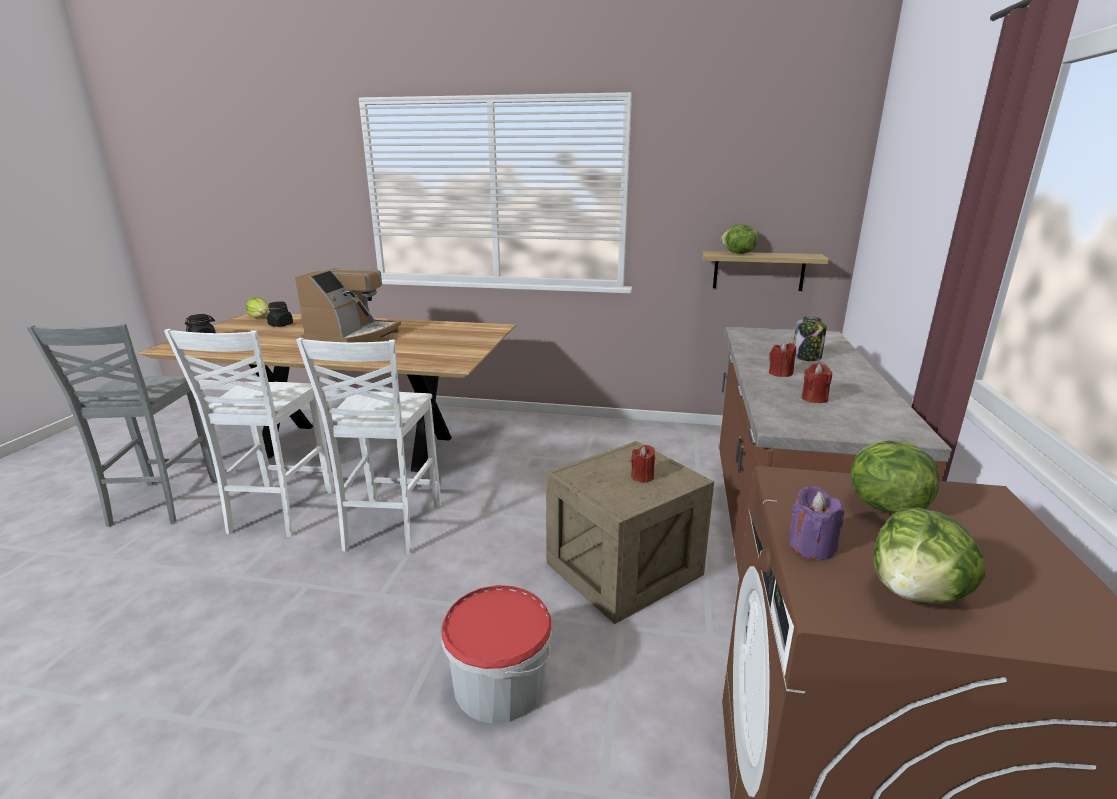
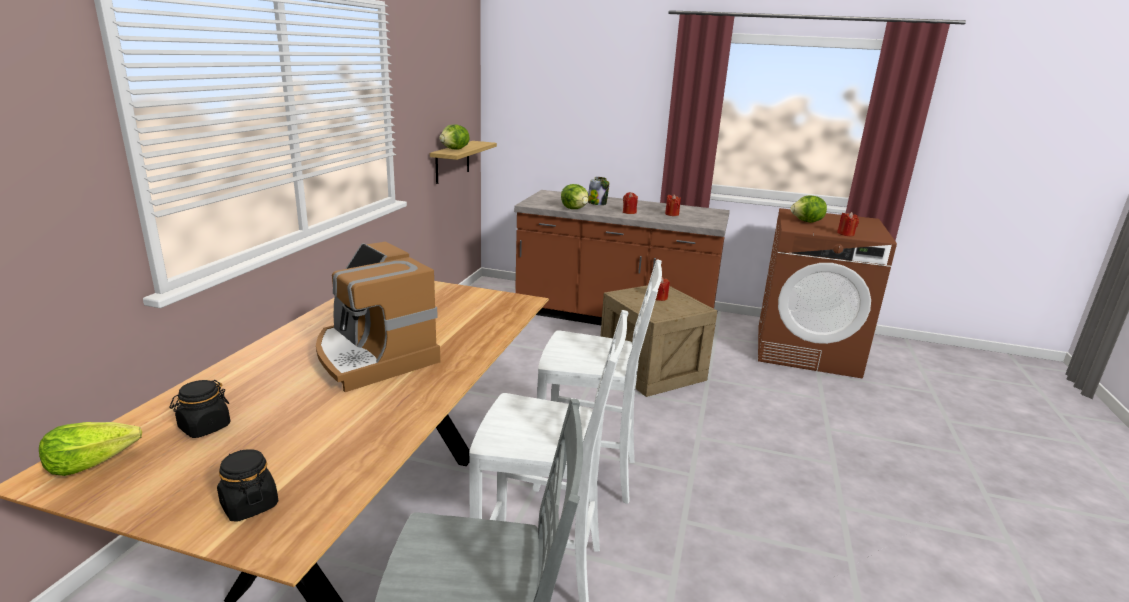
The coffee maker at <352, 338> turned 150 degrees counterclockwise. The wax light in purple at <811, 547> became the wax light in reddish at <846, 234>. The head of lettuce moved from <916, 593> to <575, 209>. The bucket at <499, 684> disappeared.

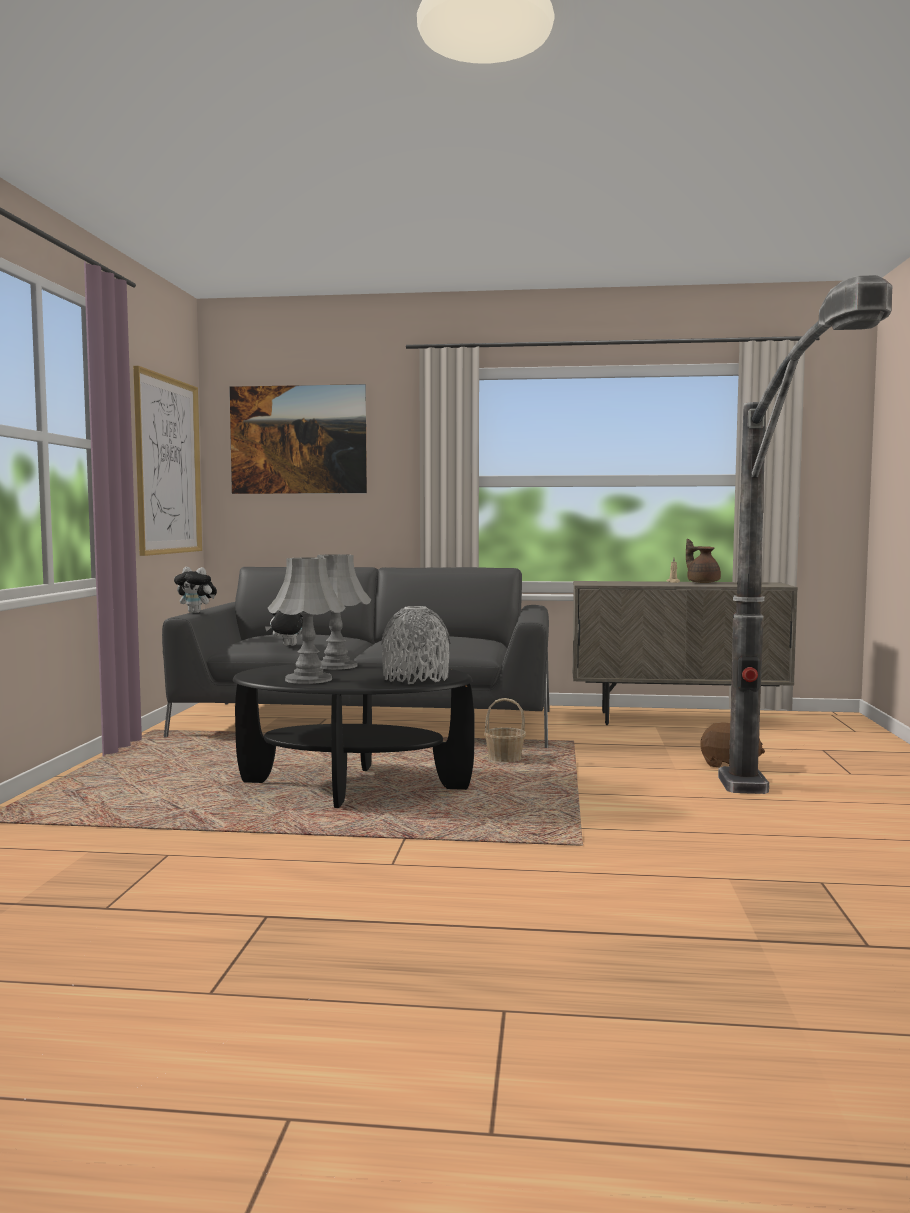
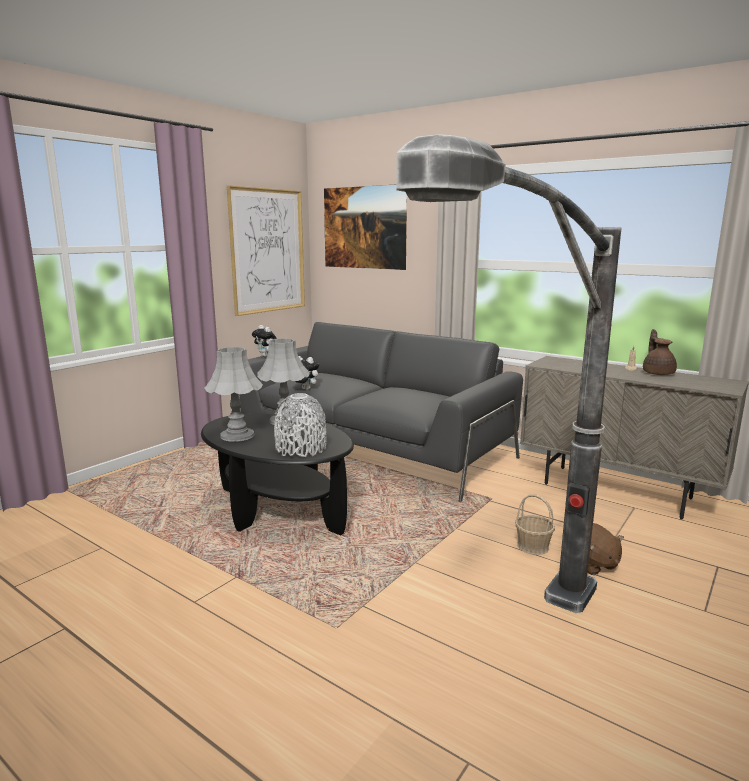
The basket moved from <504, 759> to <533, 546>.

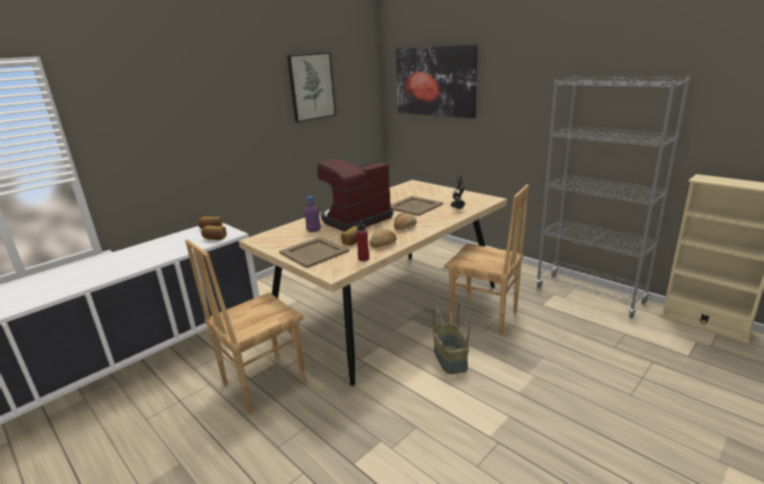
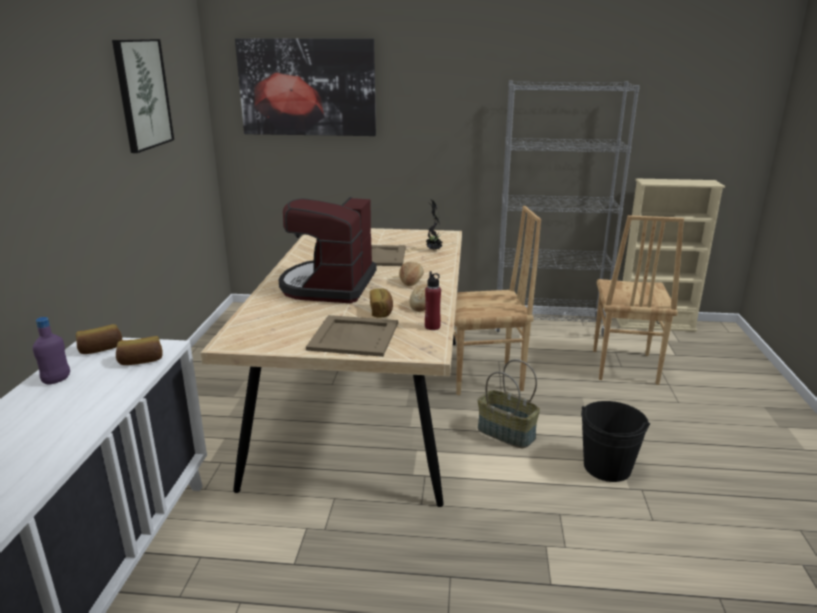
The beverage bottle in purple moved from <313, 230> to <57, 380>. The upright chair in brownish moved from <263, 382> to <623, 367>. The bucket in black-coloured at <607, 467> appeared.

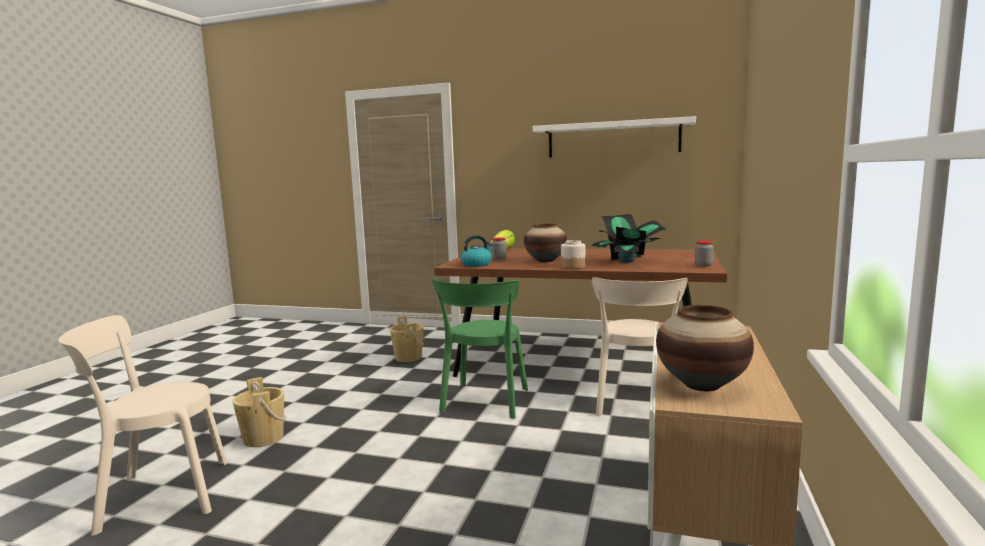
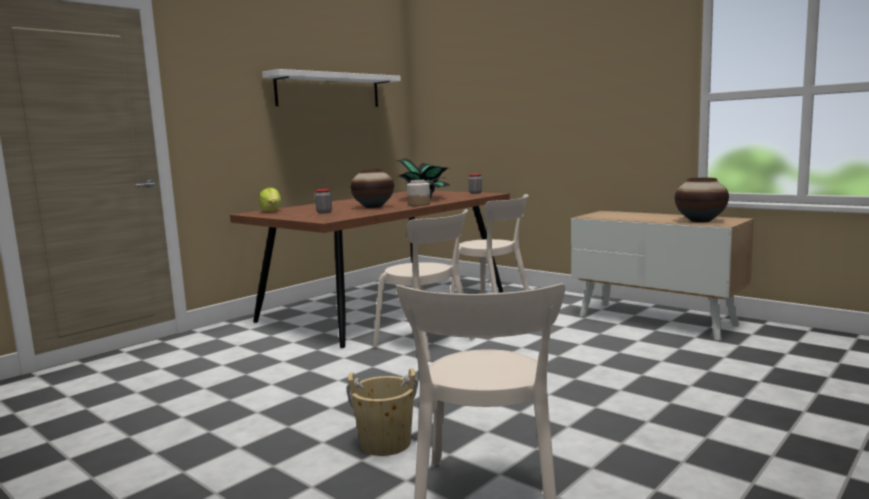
The water kettle at <477, 264> disappeared. The upright chair in greenish at <484, 403> became the upright chair in sand-coloured at <428, 344>. The bucket in sand-coloured at <408, 357> disappeared.

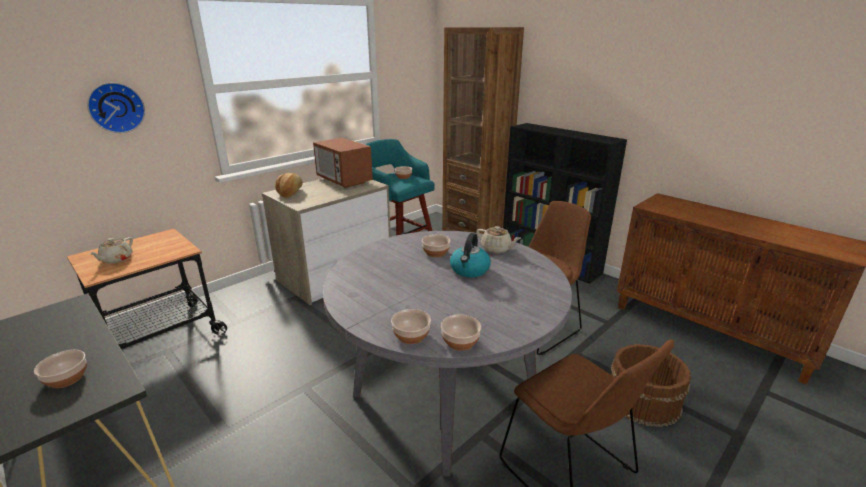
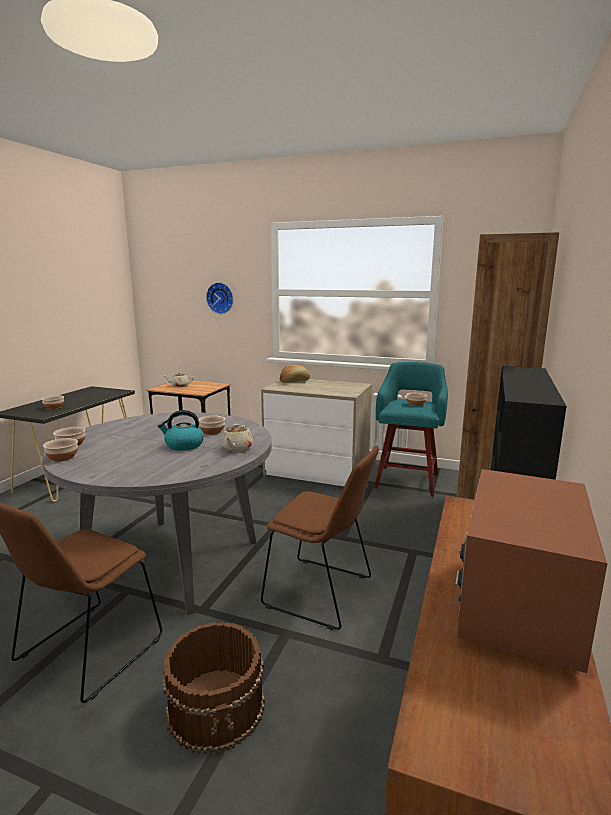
The microwave moved from <344, 180> to <517, 609>.

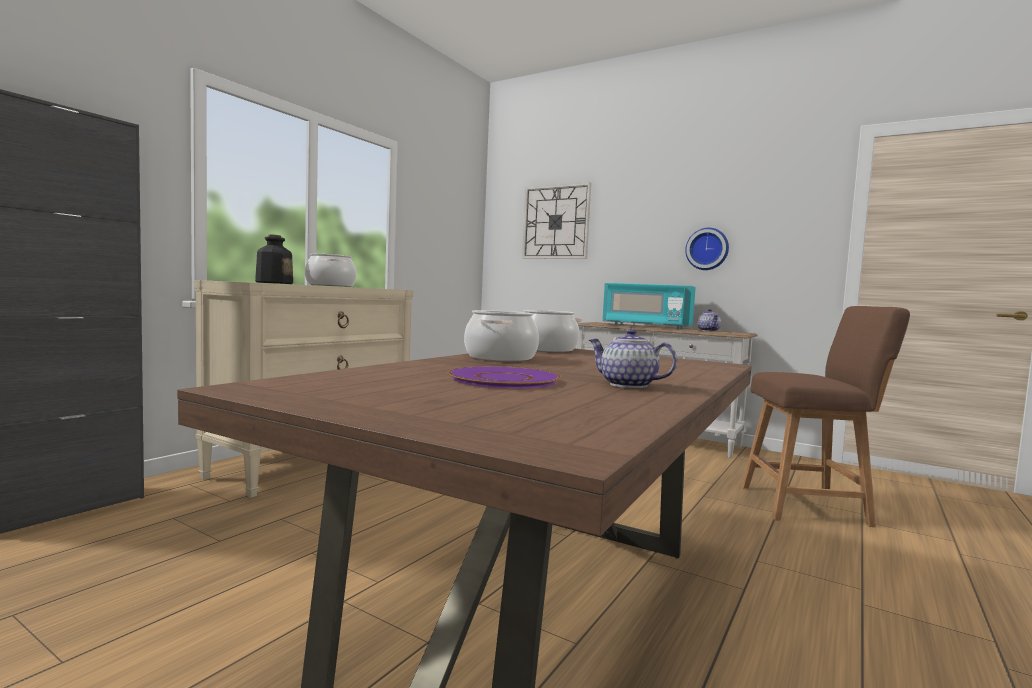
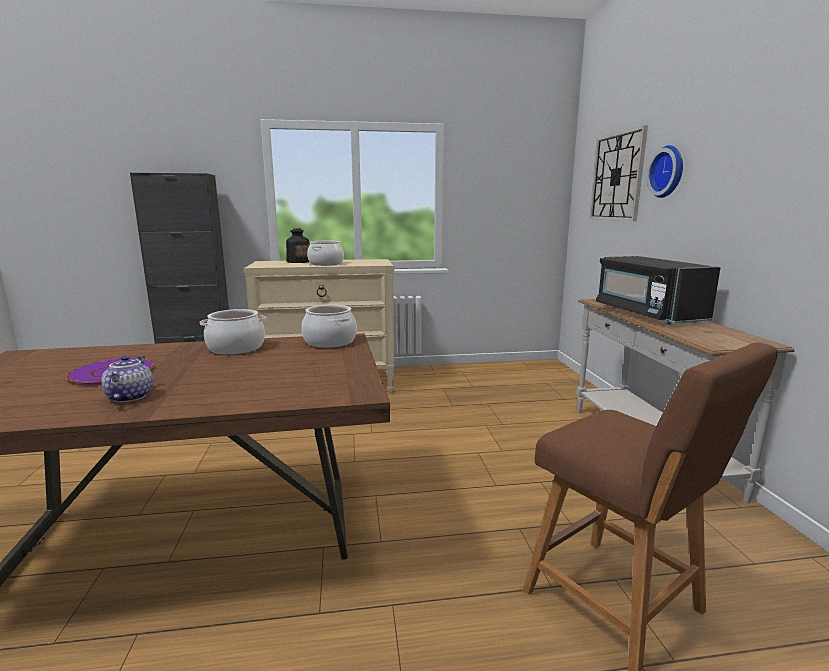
The hanging clock moved from <707, 249> to <668, 172>. The microwave in blue-green at <646, 326> became the microwave in black-coloured at <646, 314>. The pot for tea at <709, 331> disappeared.

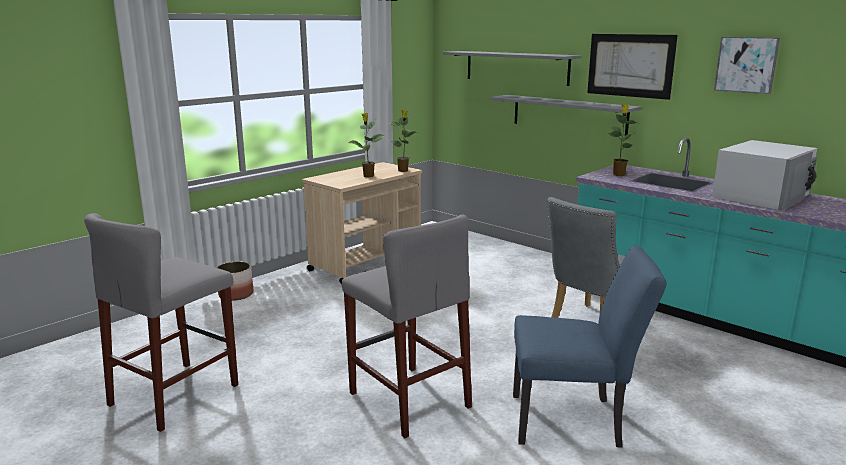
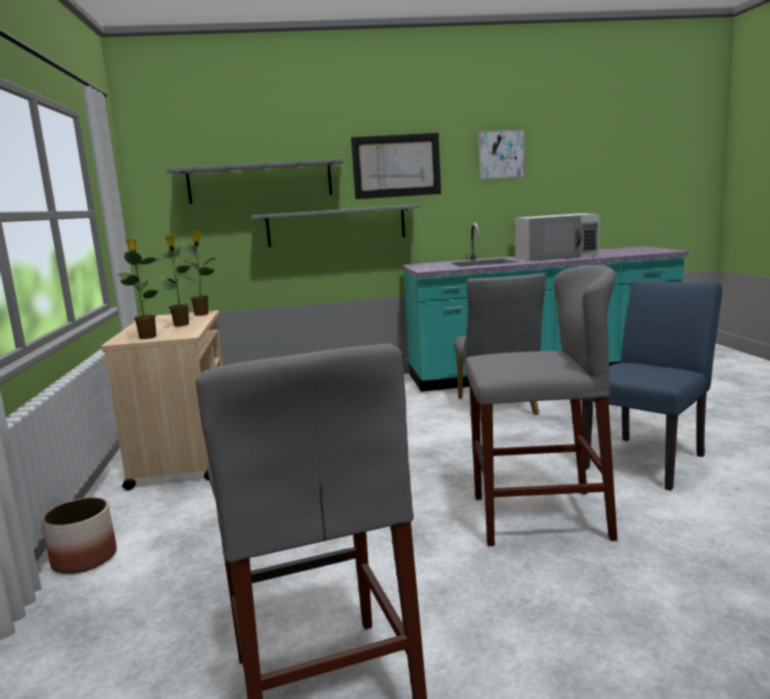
The houseplant moved from <618, 174> to <147, 337>. The microwave in white at <762, 195> turned 90 degrees clockwise.

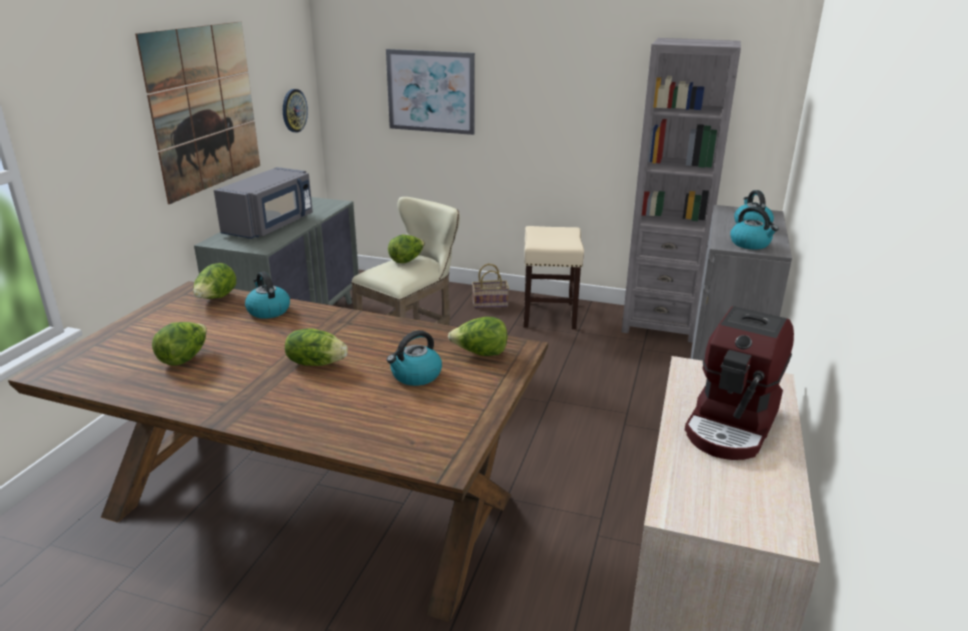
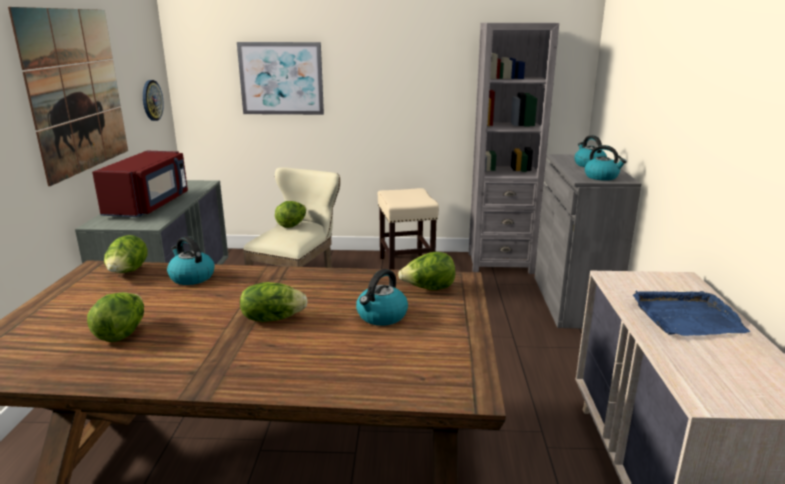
The microwave in greyish at <271, 225> became the microwave in reddish at <149, 205>. The basket at <491, 303> disappeared. The coffee maker at <733, 424> was replaced by the tray in blue-coloured at <686, 317>.

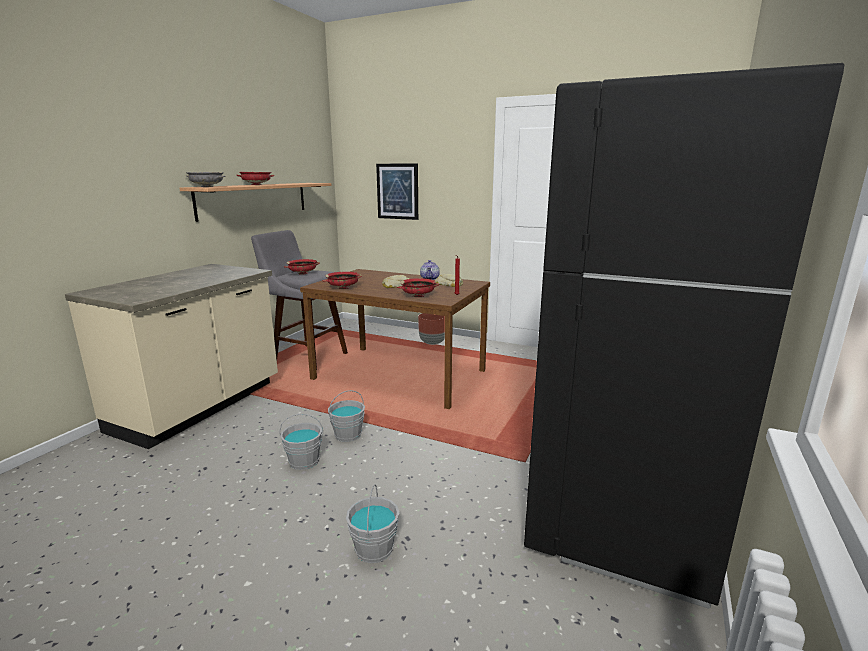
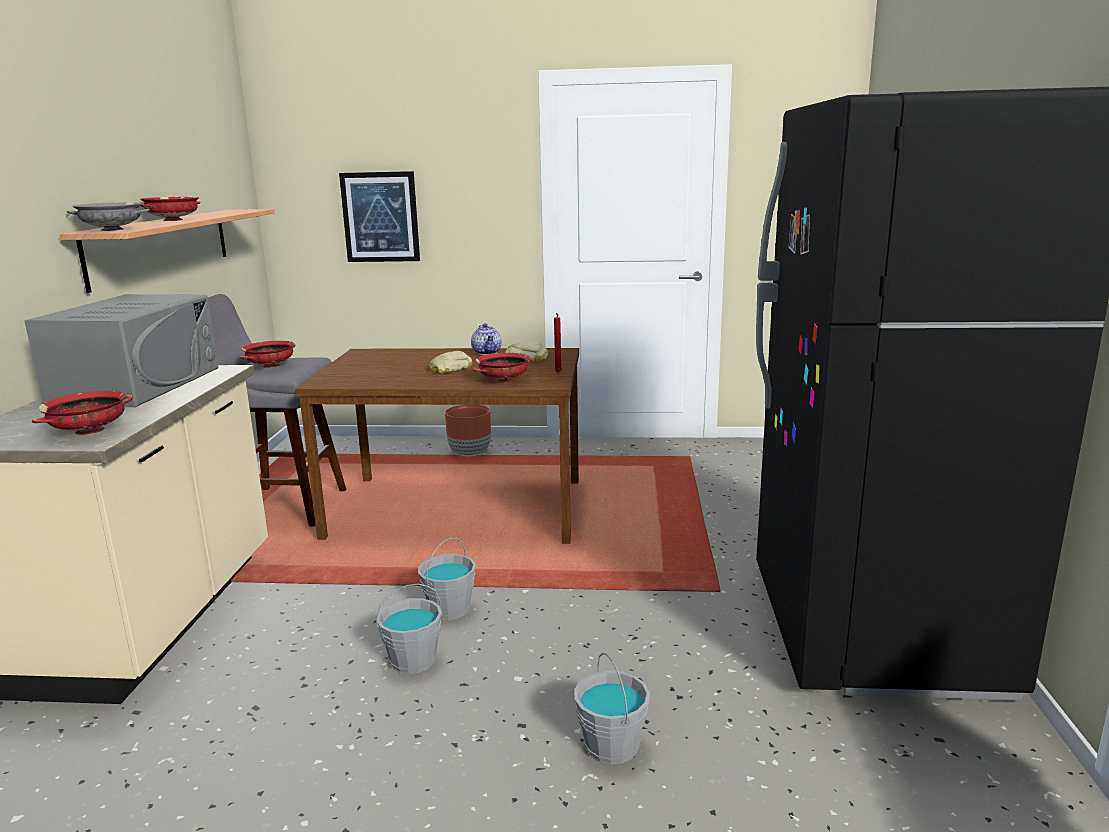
The deep dish in reddish moved from <342, 288> to <88, 431>. The microwave in greyish at <137, 385> appeared.

